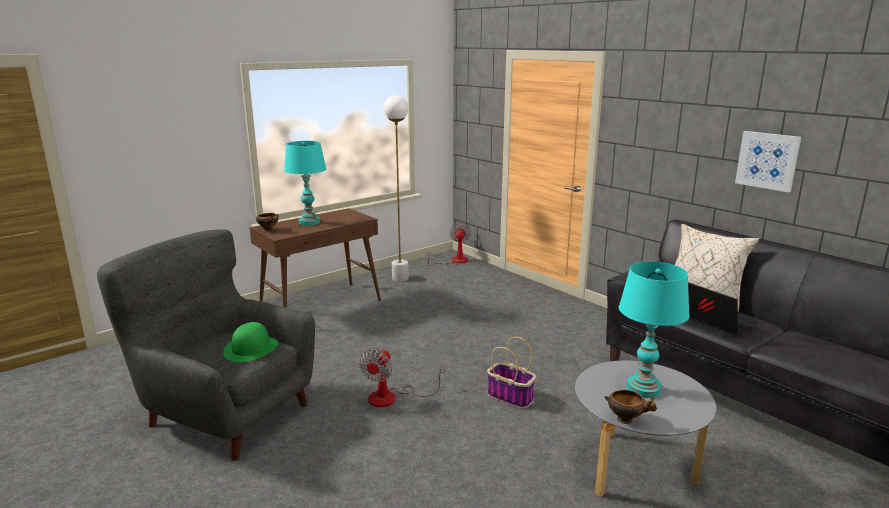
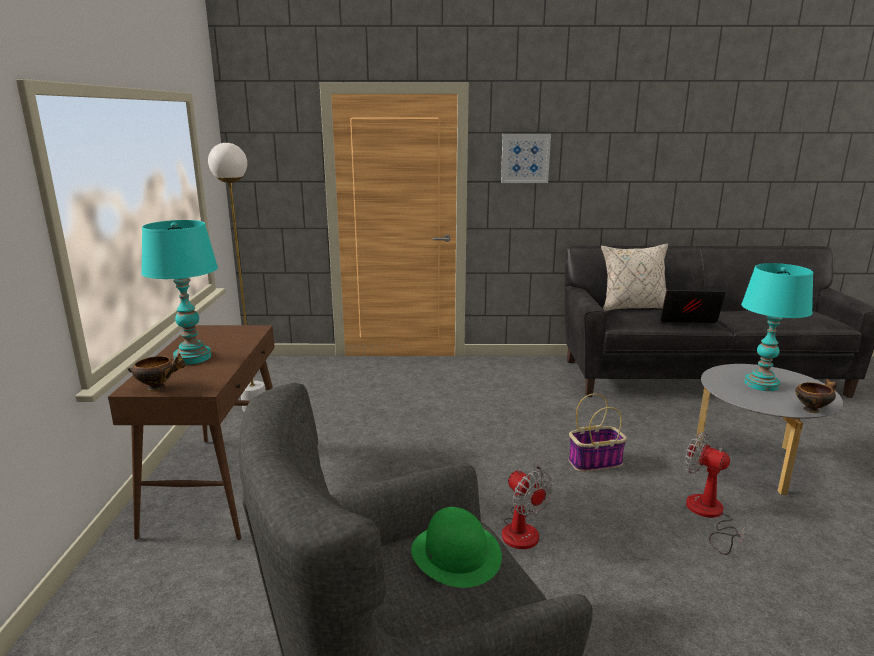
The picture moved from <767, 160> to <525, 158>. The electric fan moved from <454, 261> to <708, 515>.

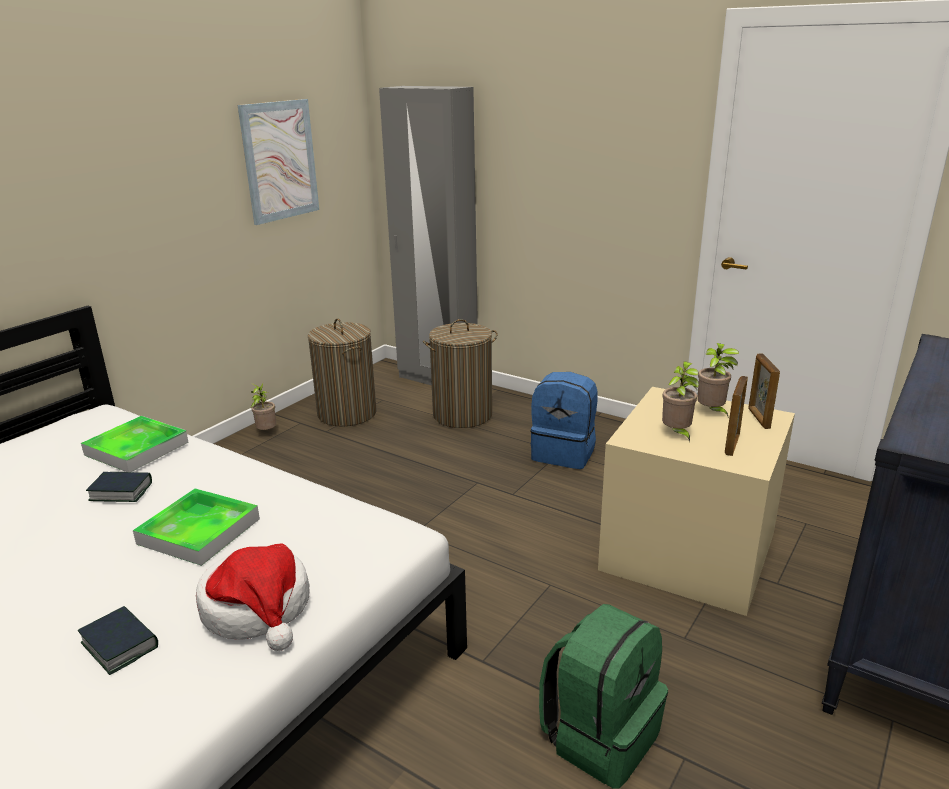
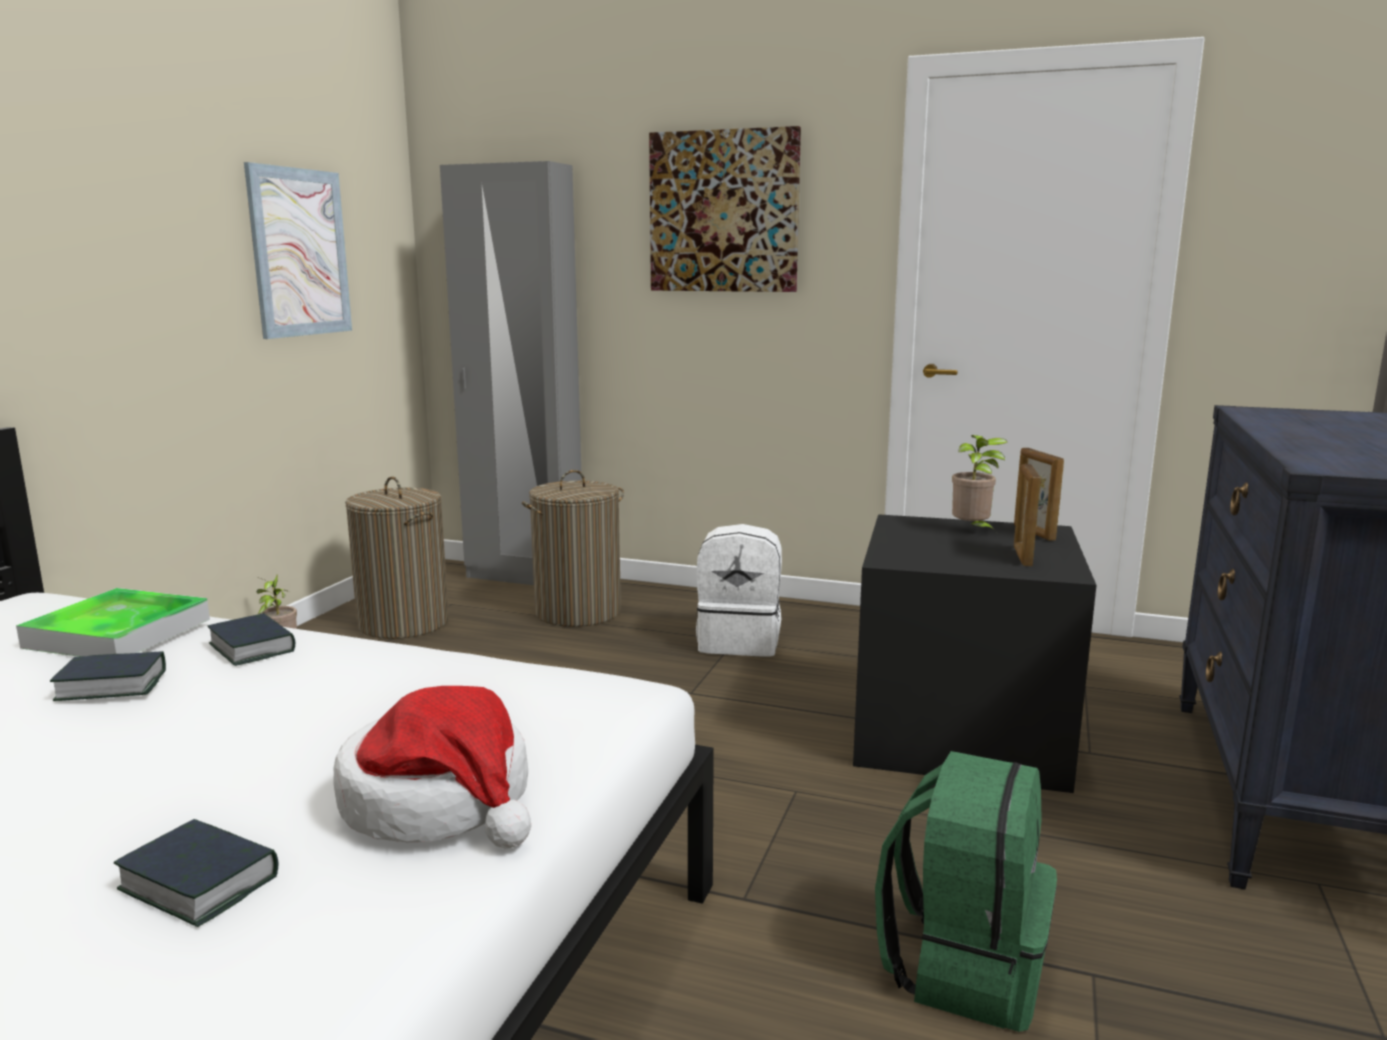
The houseplant at <677, 434> disappeared. The backpack in blue-coloured at <564, 453> became the backpack in white at <740, 642>. The storage container in sand-coloured at <690, 553> became the storage container in black-coloured at <963, 733>. The tray at <199, 531> disappeared. The picture at <724, 212> appeared. The volume at <252, 648> appeared.

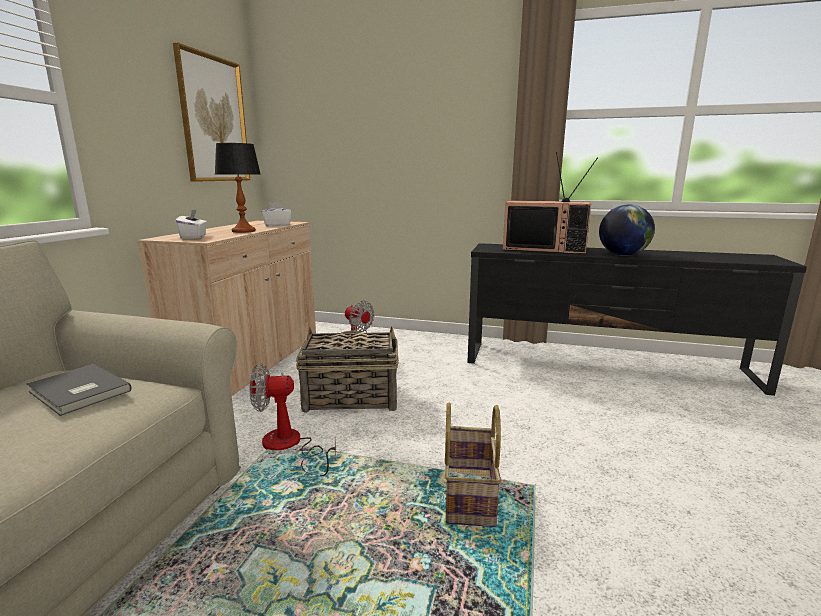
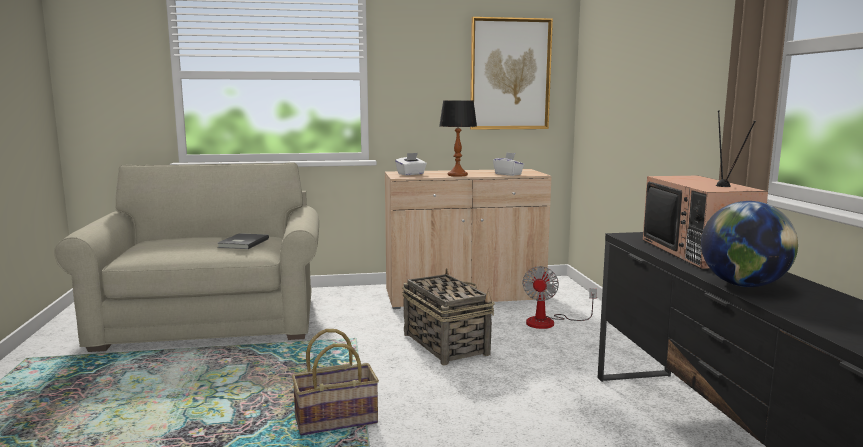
The electric fan at <289, 446> disappeared.

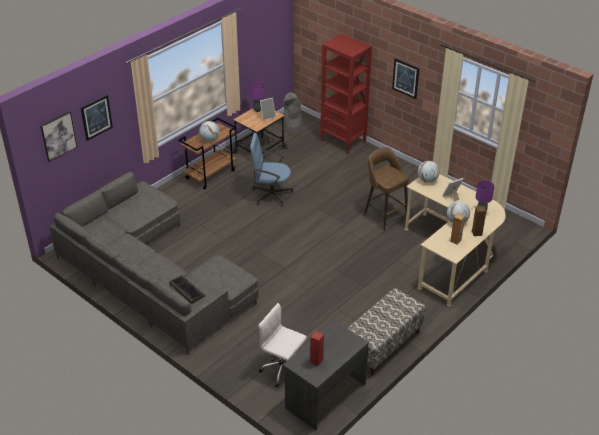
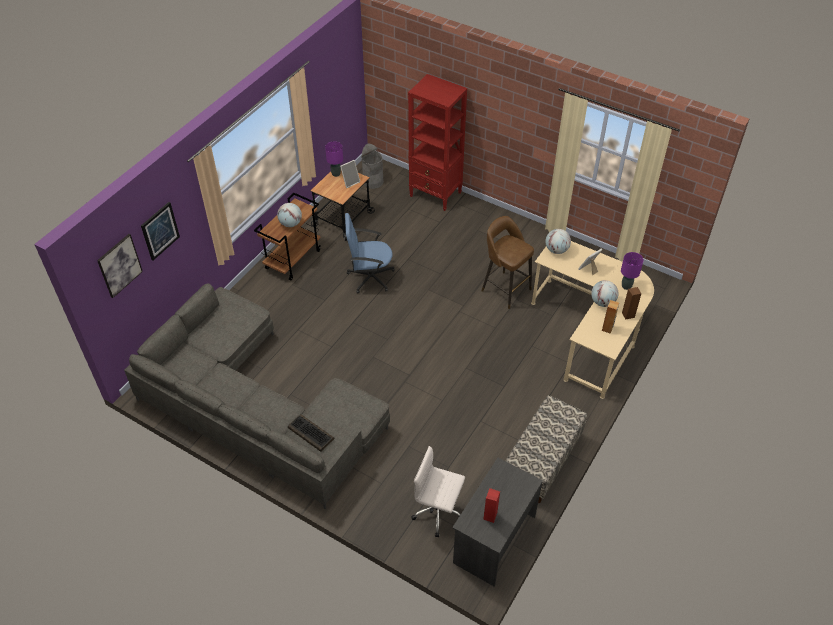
The picture at <406, 78> disappeared.

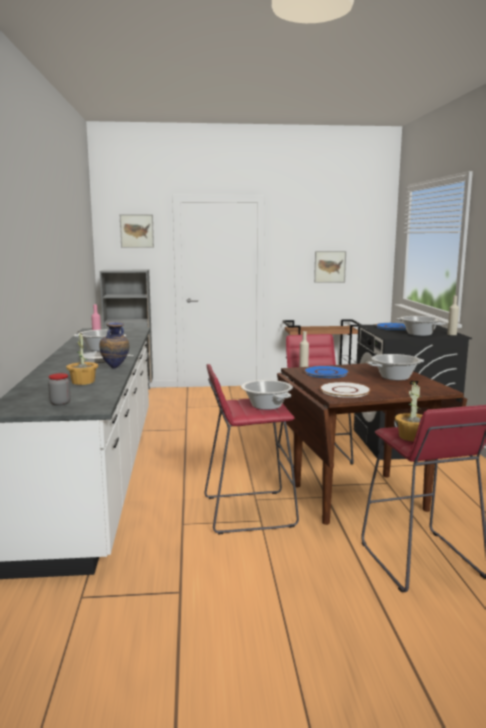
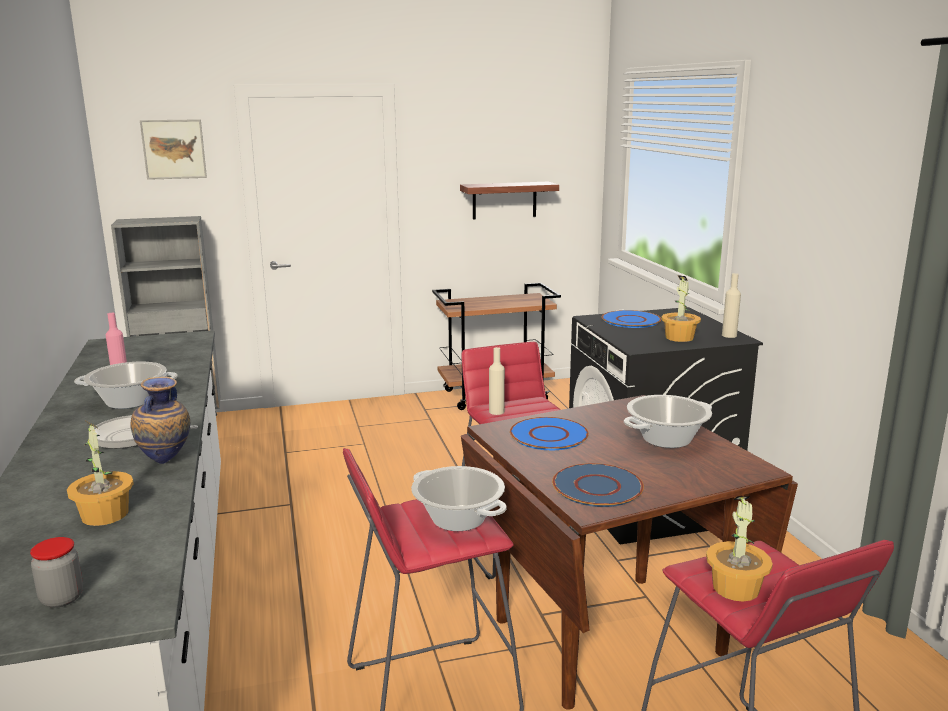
The picture at <330, 266> was replaced by the wall shelf at <504, 200>. The stockpot at <419, 334> was replaced by the houseplant at <679, 338>. The dinner plate in white at <344, 391> became the dinner plate in blue-coloured at <597, 486>.

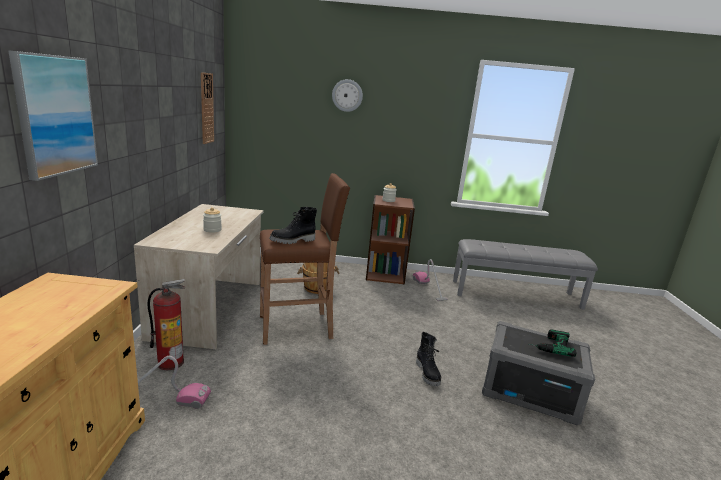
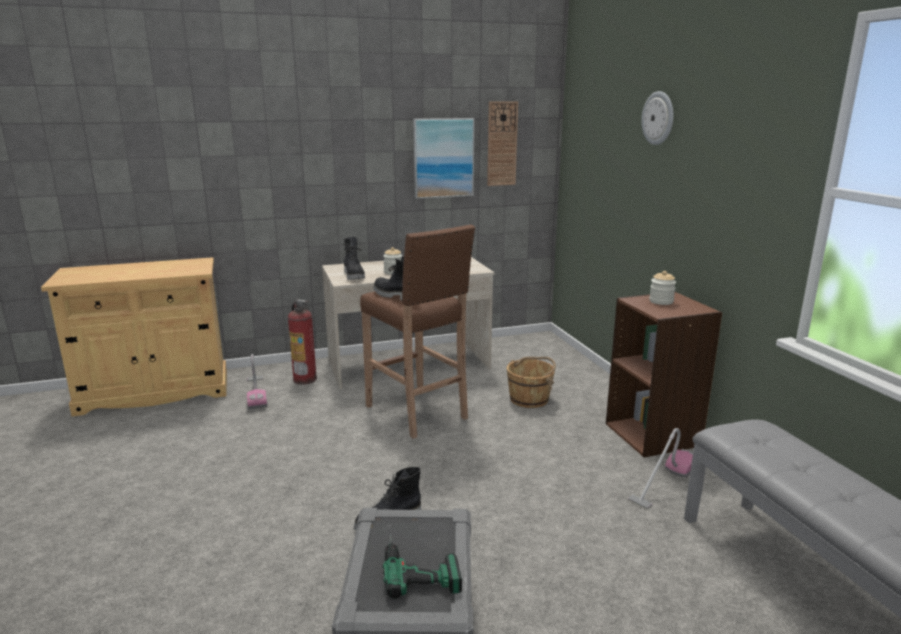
The picture moved from <55, 115> to <443, 158>. The high-top boot in black-coloured at <354, 276> appeared.

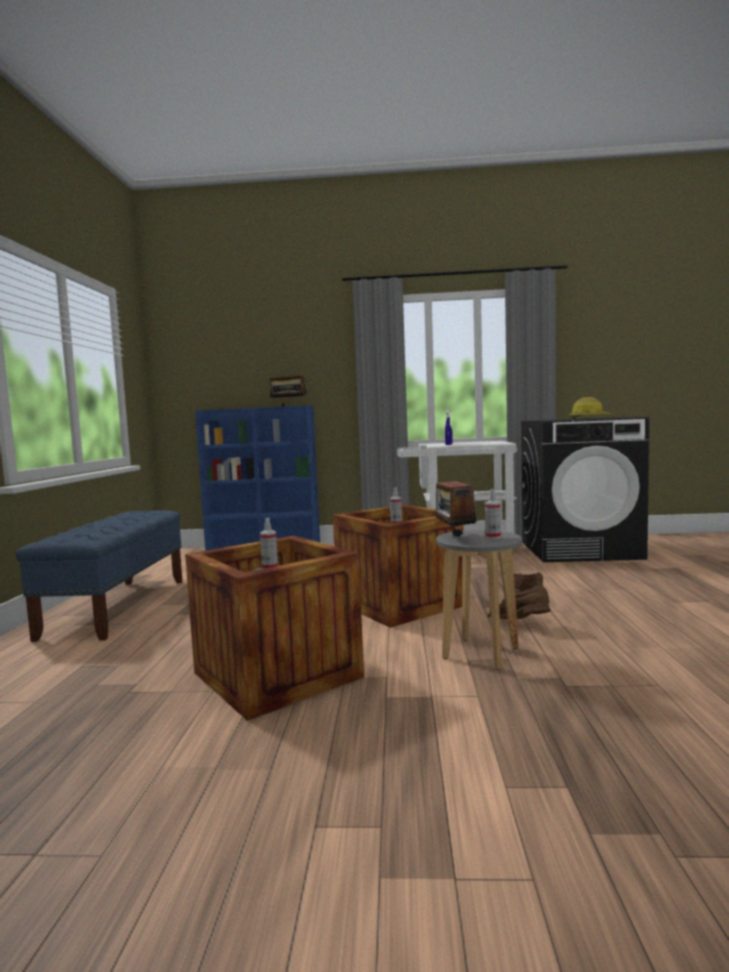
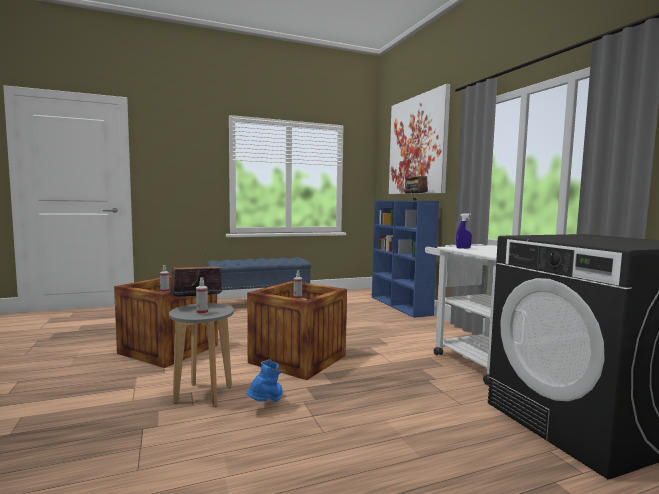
The work helmet at <589, 418> disappeared. The high-top boot in brownish at <519, 625> became the high-top boot in blue-coloured at <267, 404>. The picture at <417, 145> appeared.

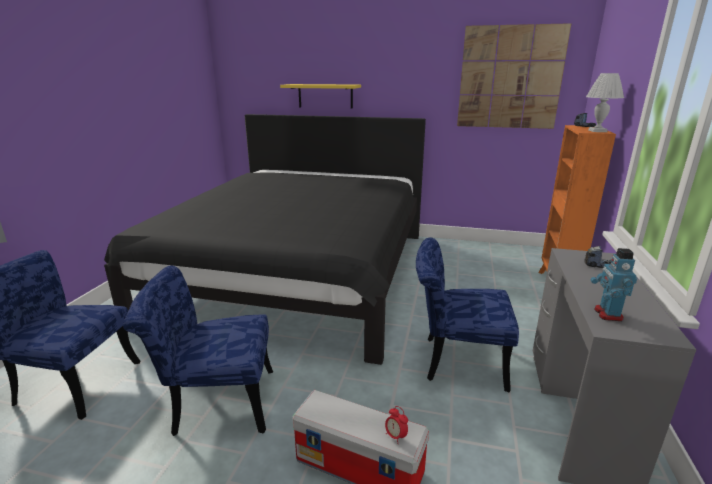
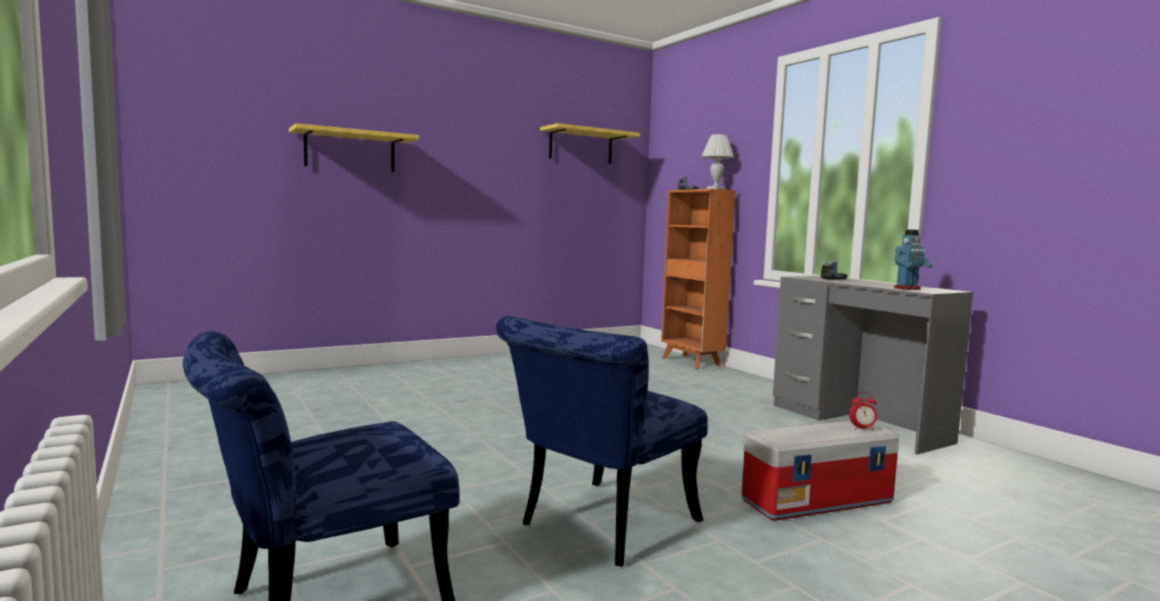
The picture at <510, 78> was replaced by the wall shelf in yellowish at <581, 146>. The sleeping bed in black-coloured at <298, 272> disappeared. The upright chair in blue-coloured at <455, 361> disappeared. The model robot at <607, 314> turned 75 degrees counterclockwise.

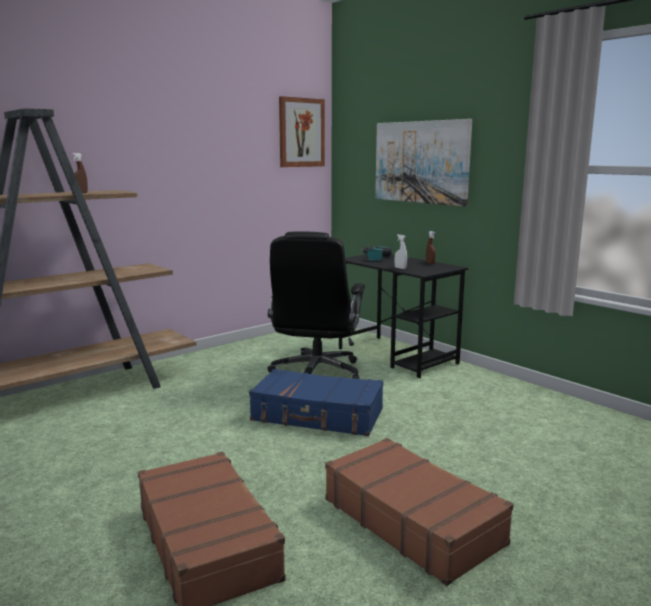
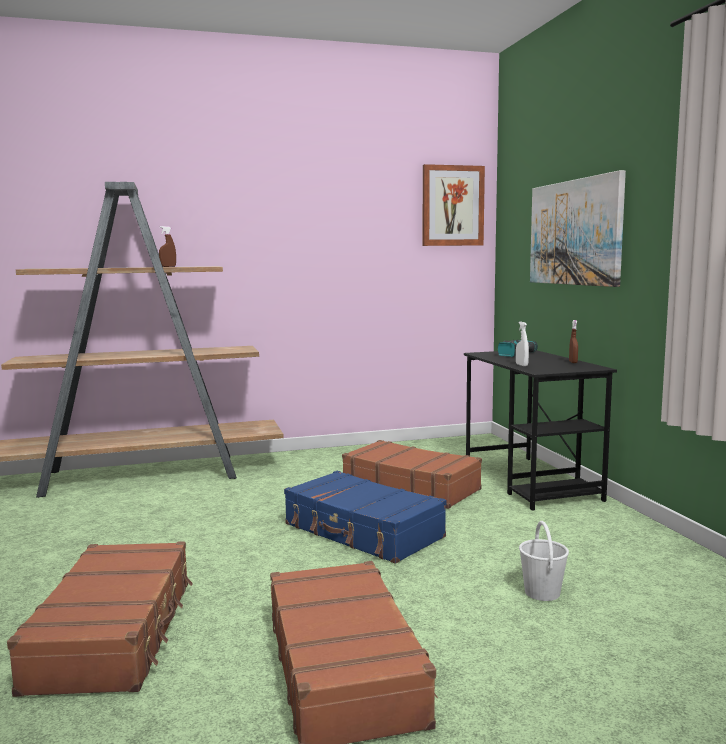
The desk chair in black-coloured at <316, 373> was replaced by the piece of luggage in brownish at <411, 487>. The bucket in white at <542, 593> appeared.

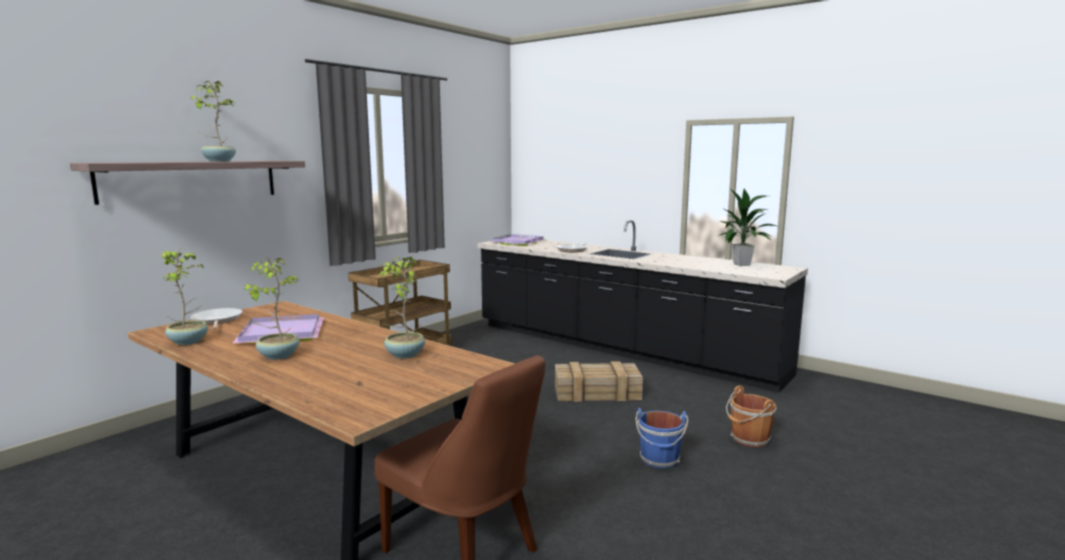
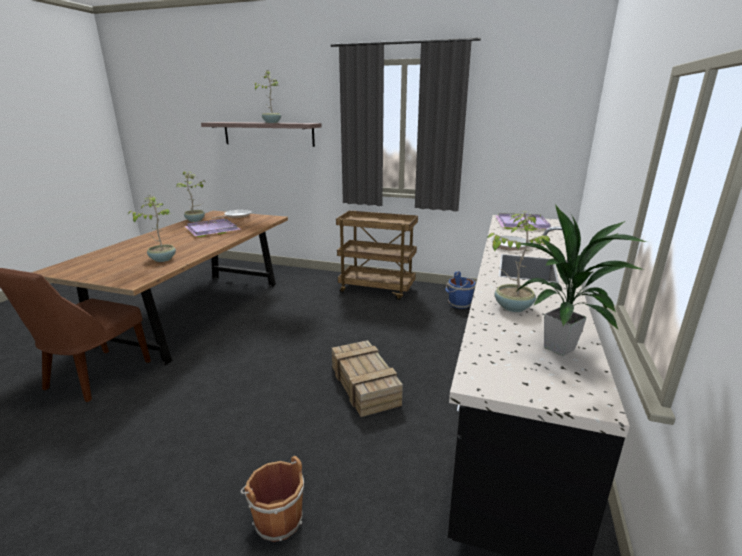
The houseplant moved from <277, 356> to <512, 307>. The bucket in blue-coloured moved from <660, 460> to <458, 304>.

